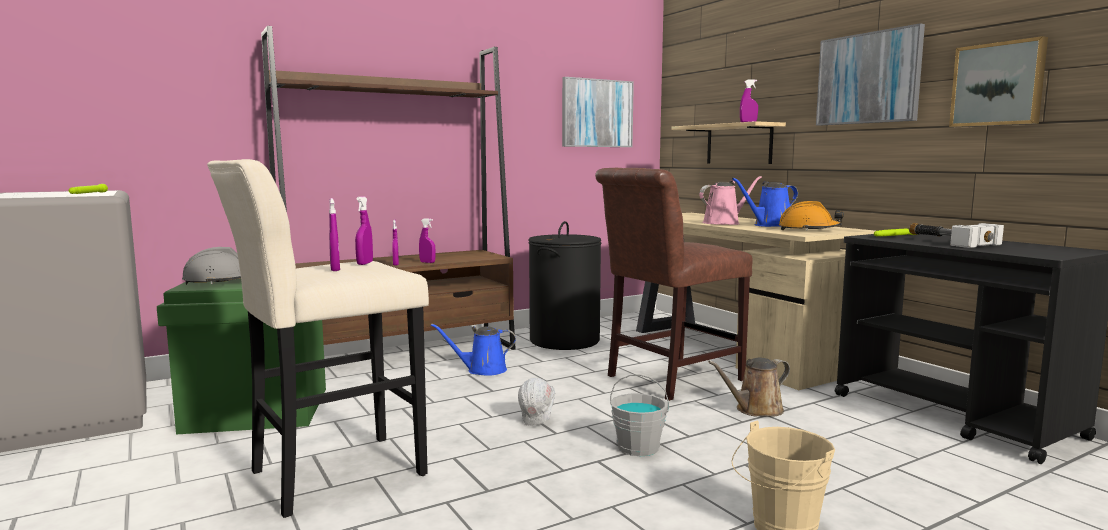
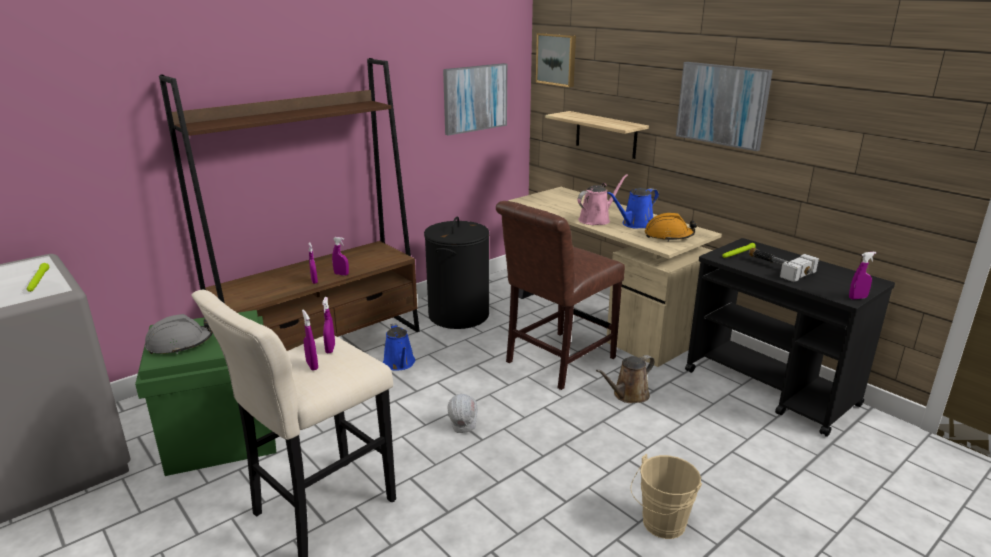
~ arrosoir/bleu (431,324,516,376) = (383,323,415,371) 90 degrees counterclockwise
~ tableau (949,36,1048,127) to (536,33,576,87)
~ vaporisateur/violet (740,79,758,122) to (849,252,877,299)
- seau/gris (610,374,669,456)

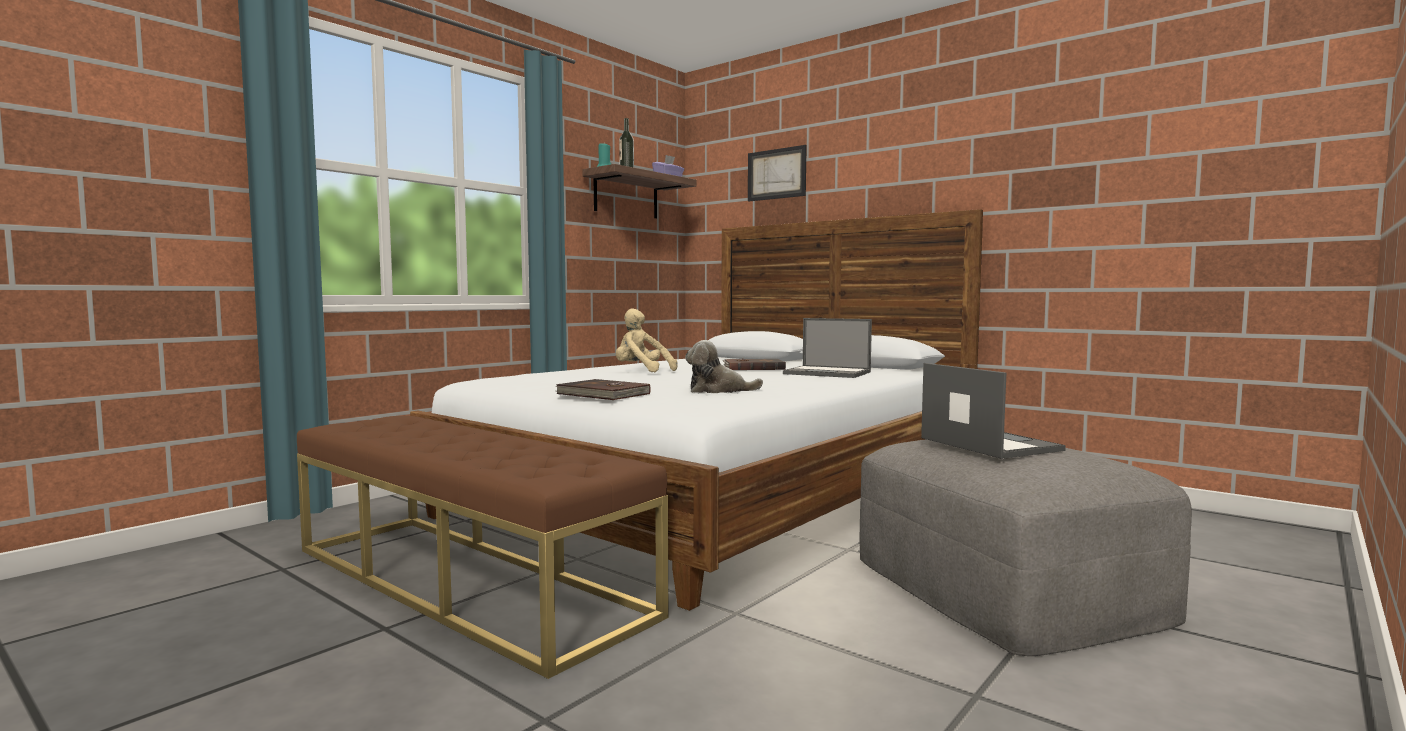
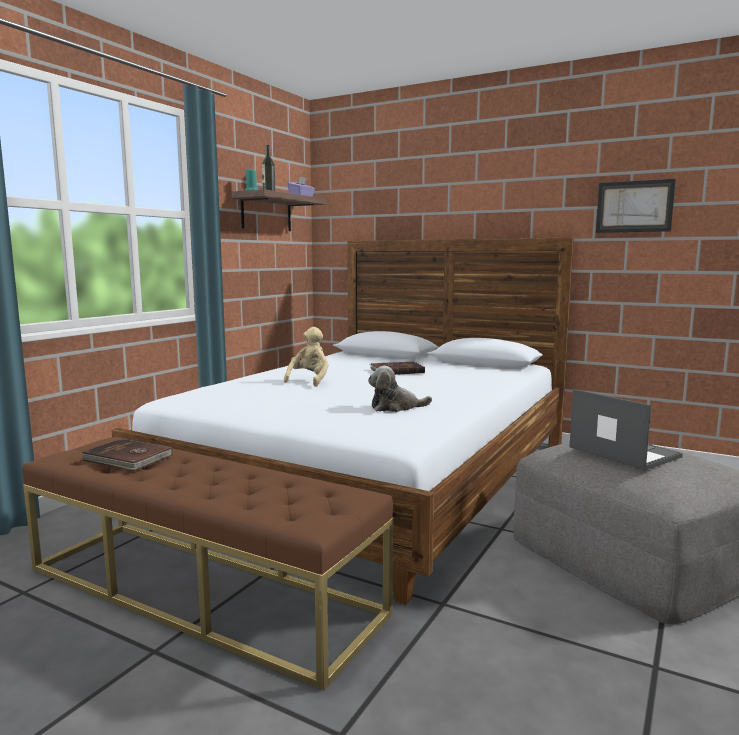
~ livre/marron (556,379,651,400) to (82,438,173,471)
~ peluche/beige (616,308,678,372) = (284,327,329,387) 90 degrees clockwise
~ tableau (748,145,807,201) to (596,179,676,233)
- ordinateur portable (783,318,872,378)

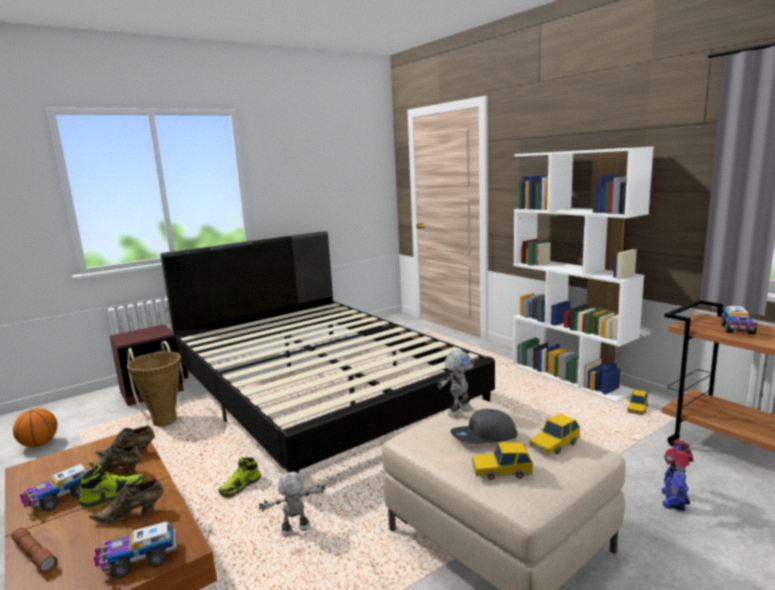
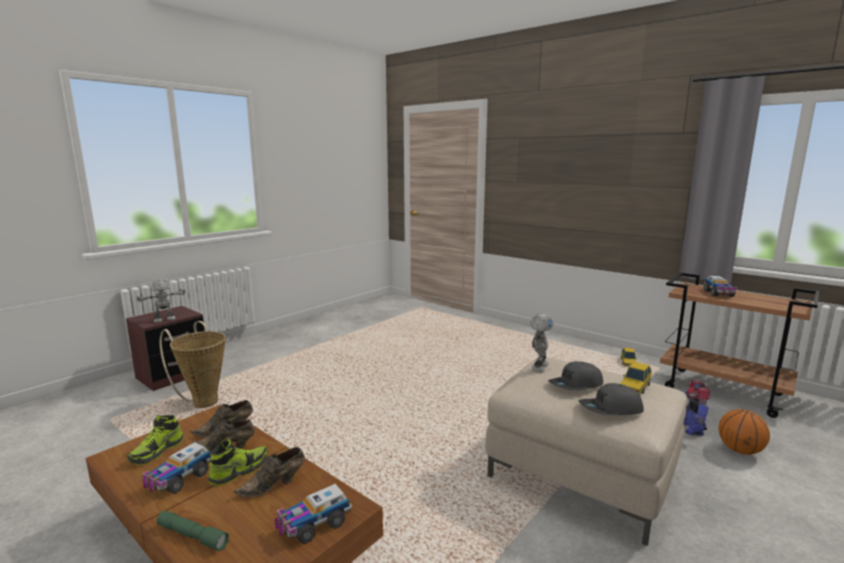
~ chaussure (218,457,261,498) to (127,415,184,465)
~ robot jouet (259,471,325,537) to (136,279,186,323)
~ lampe de poche/marron (12,527,58,574) to lampe de poche/vert (156,511,229,551)
~ petite voiture (472,442,533,480) to casquette/gris (579,383,644,415)
~ ballon de basket (13,408,58,447) to (718,409,770,455)
- lit/noir (160,231,495,474)
- bibliothèque/blanc (513,146,654,402)

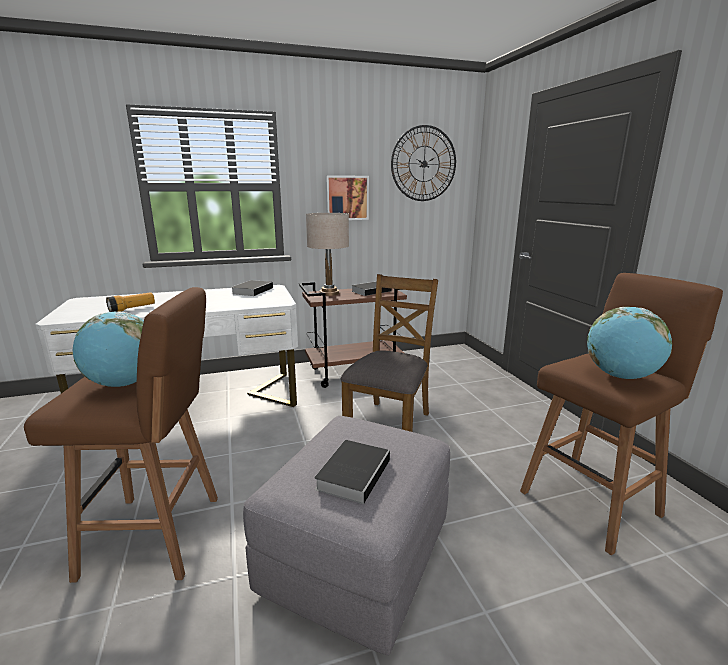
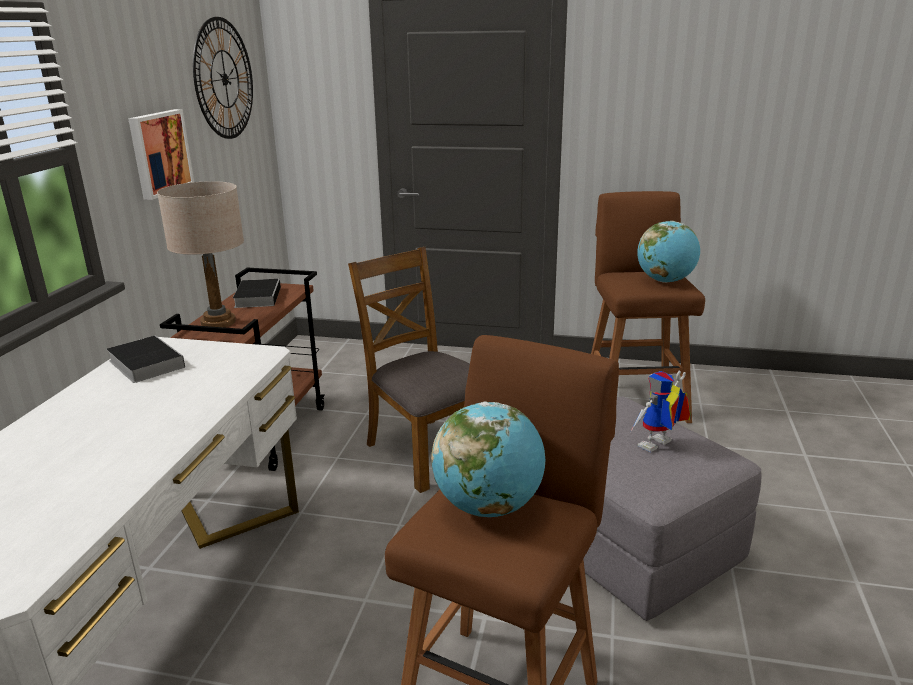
~ livre (314,440,391,504) to robot jouet (631,371,691,452)
- lampe de poche (106,292,155,312)

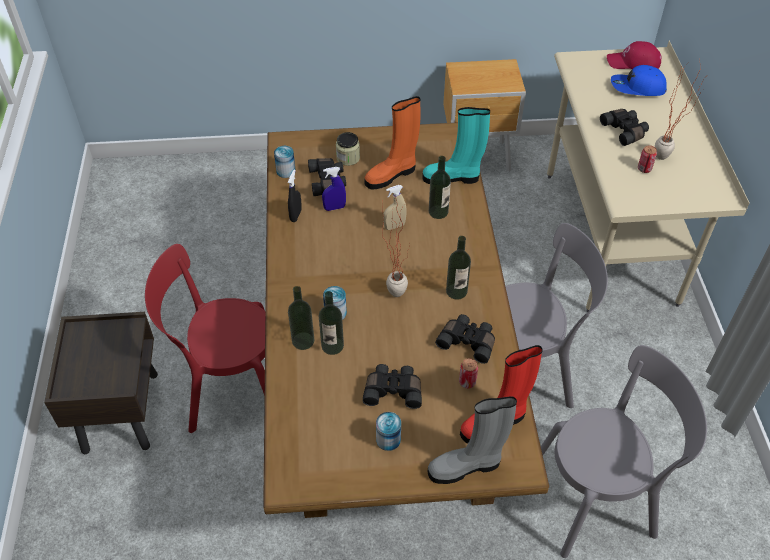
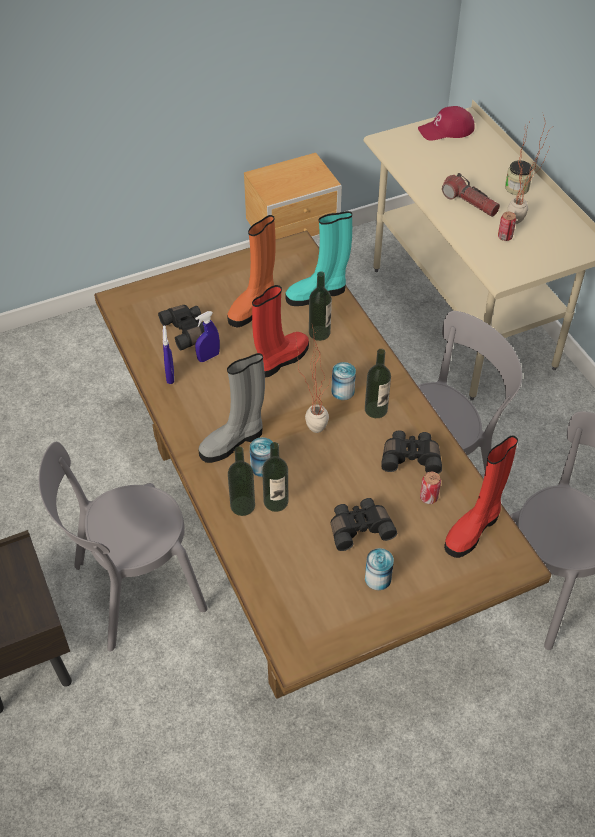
~ chaise/rouge (145,244,265,433) to chaise/gris (39,442,208,652)
~ vaporisateur/noir (288,169,302,222) to vaporisateur/bleu (163,325,174,384)
~ botte/gris (428,396,517,484) to (198,353,265,463)
~ vaporisateur/beige (383,185,407,230) to botte/rouge (252,285,309,378)
~ boîte métallique (274,146,296,178) to (331,362,356,400)
~ jumelles/noir (600,109,649,146) to lampe de poche (442,173,500,217)
~ bocal (336,132,360,166) to (505,160,533,195)
- casquette/bleu (611,65,667,96)

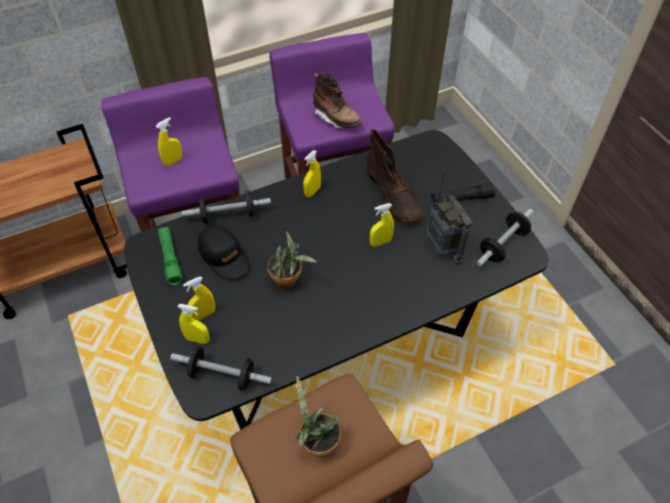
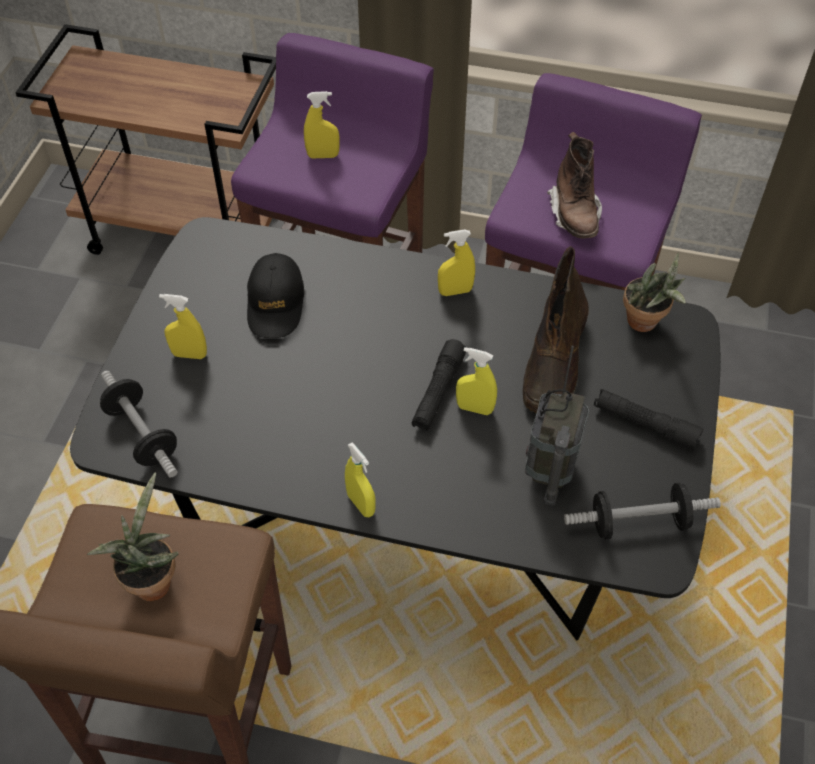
~ vaporisateur/jaune (178,304,210,344) to (345,443,376,517)
+ lampe de poche/noir (411,339,466,431)
~ plante en pot (268,231,317,289) to (623,253,686,332)
- lampe de poche/vert (158,226,183,286)
- haltère (182,191,271,224)

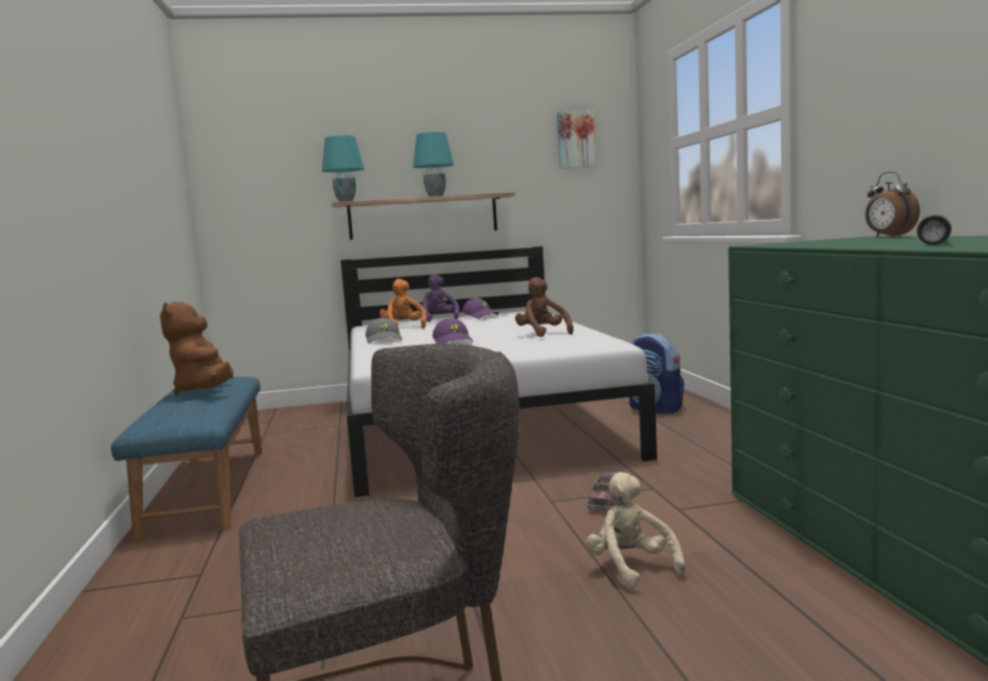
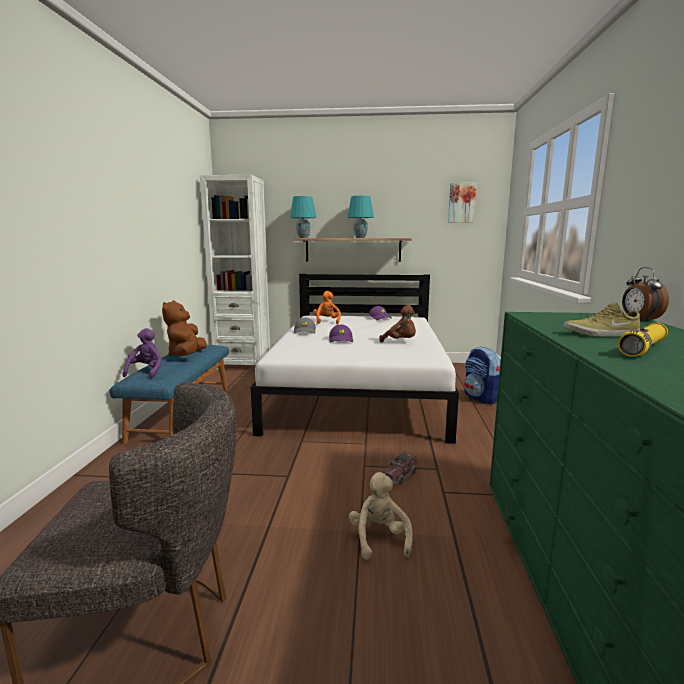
~ peluche/violet (416,274,459,322) to (123,328,162,378)
+ bibliothèque/blanc (200,175,270,369)
~ peluche/marron (515,277,574,337) = (379,305,416,342) 135 degrees clockwise
+ chaussure/beige (563,302,640,337)
~ lampe de poche/noir (917,215,951,245) to lampe de poche/jaune (618,322,668,357)

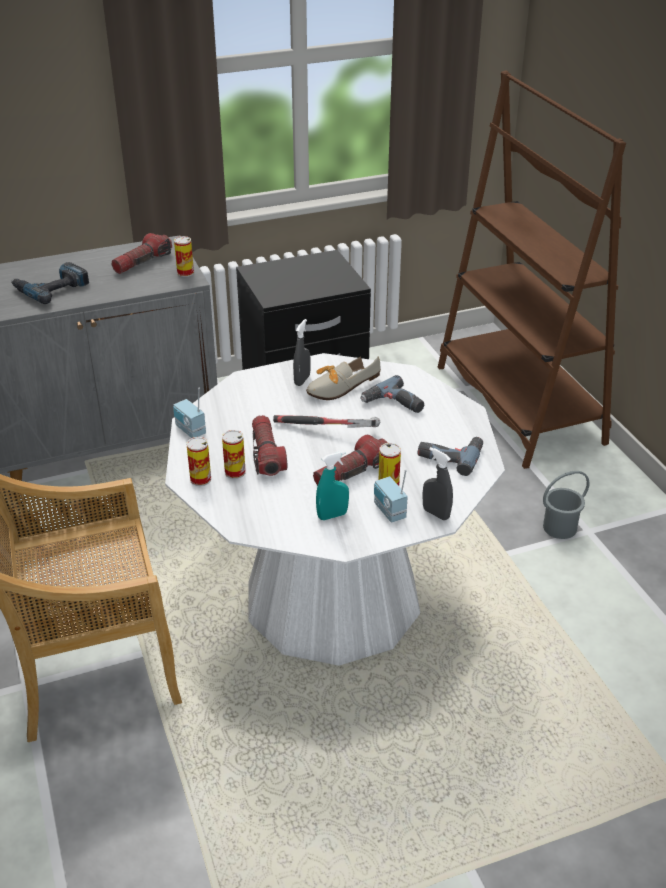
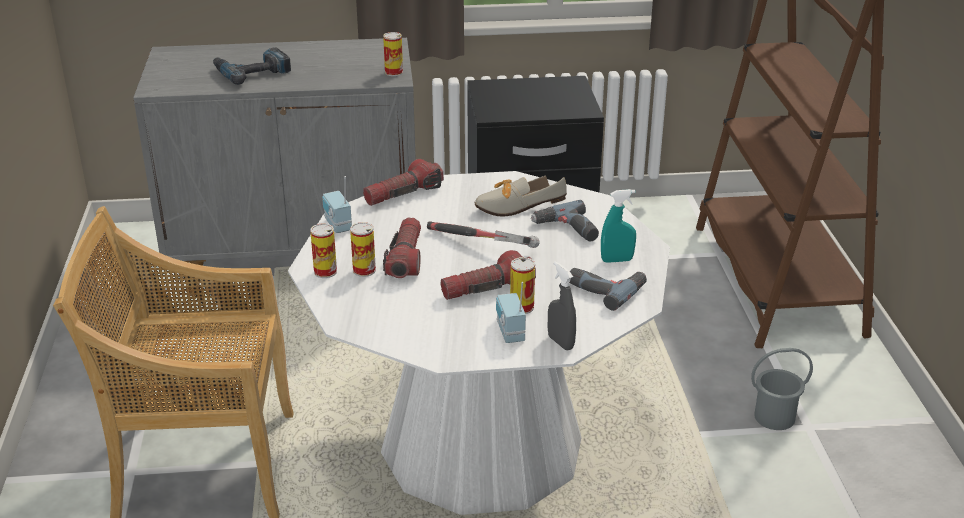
~ lampe de poche (111,233,172,274) to (363,159,444,206)
~ vaporisateur/turquoise (316,451,349,520) to (601,189,636,263)
- vaporisateur/gris (293,319,311,386)

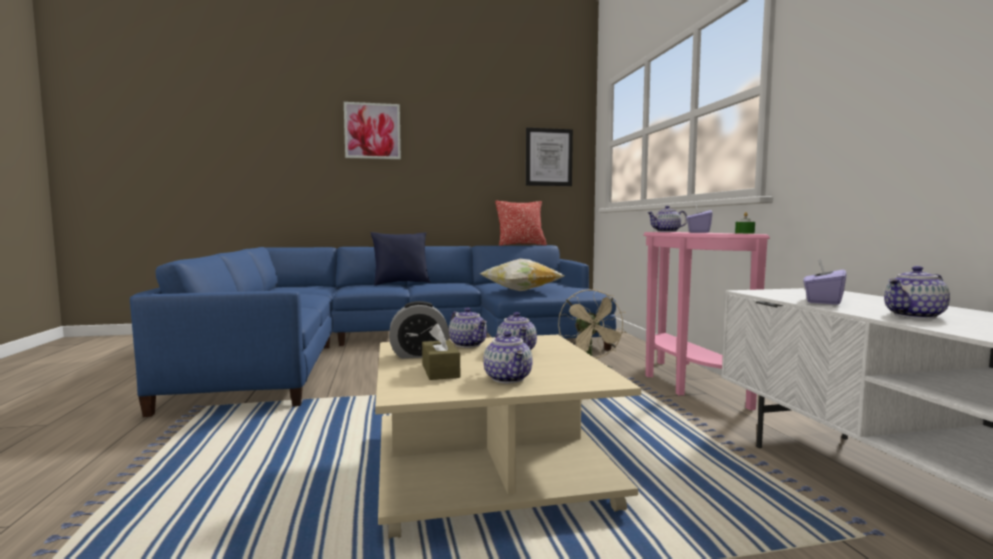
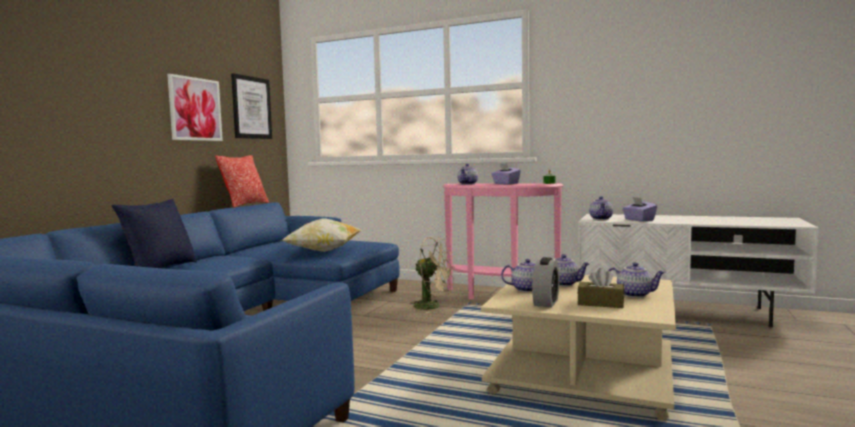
~ tableau (344,102,401,159) to (167,74,223,141)
~ théière (884,266,950,319) to (589,196,613,220)

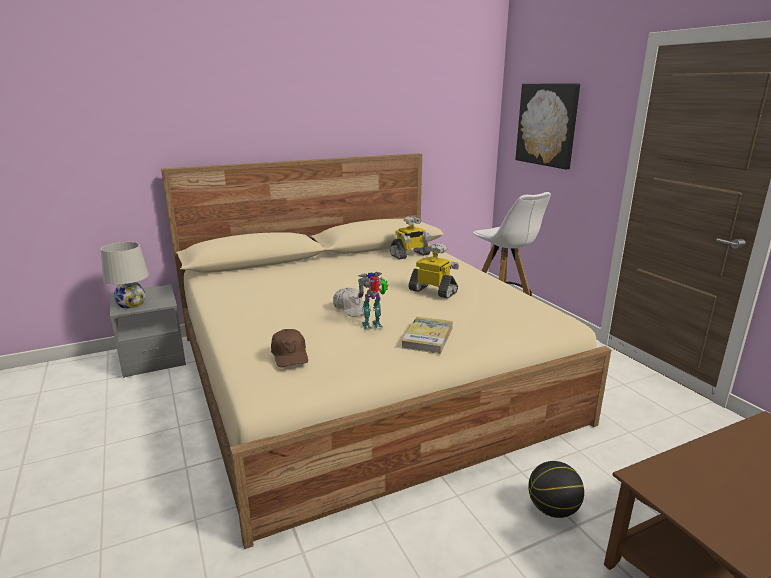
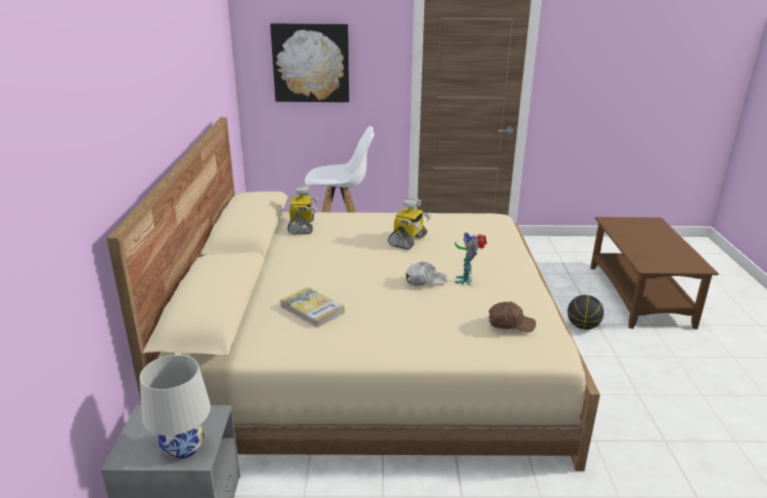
~ livre (401,317,453,354) to (280,287,345,328)
~ robot jouet (409,243,459,299) = (388,198,431,250) 150 degrees clockwise

